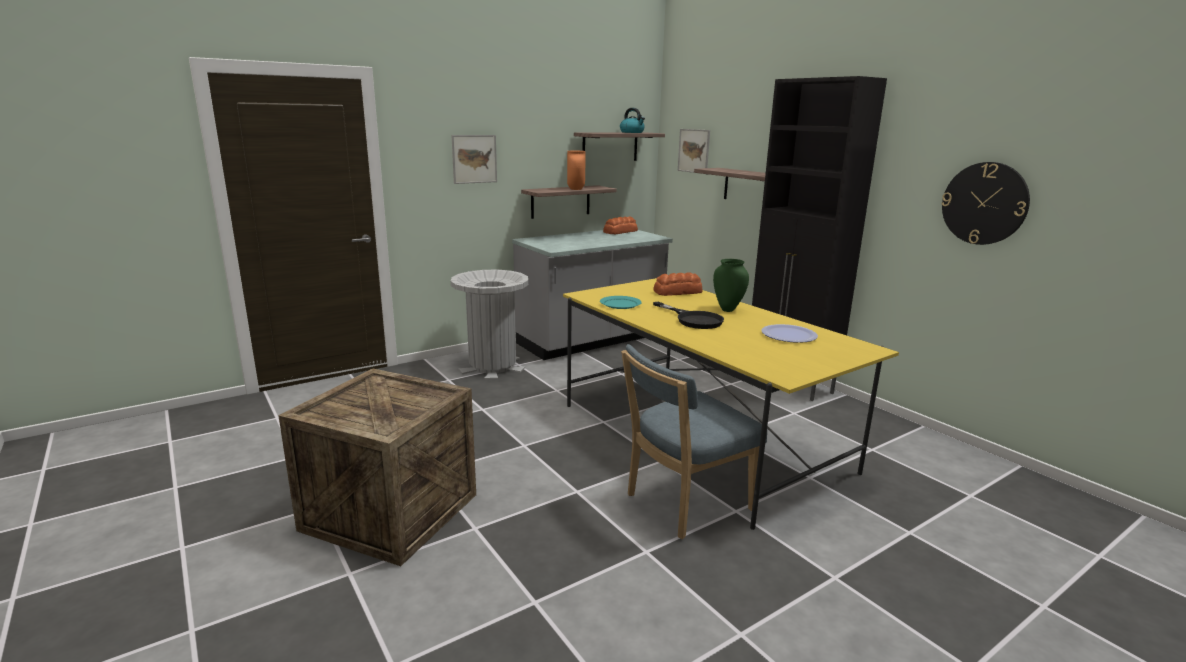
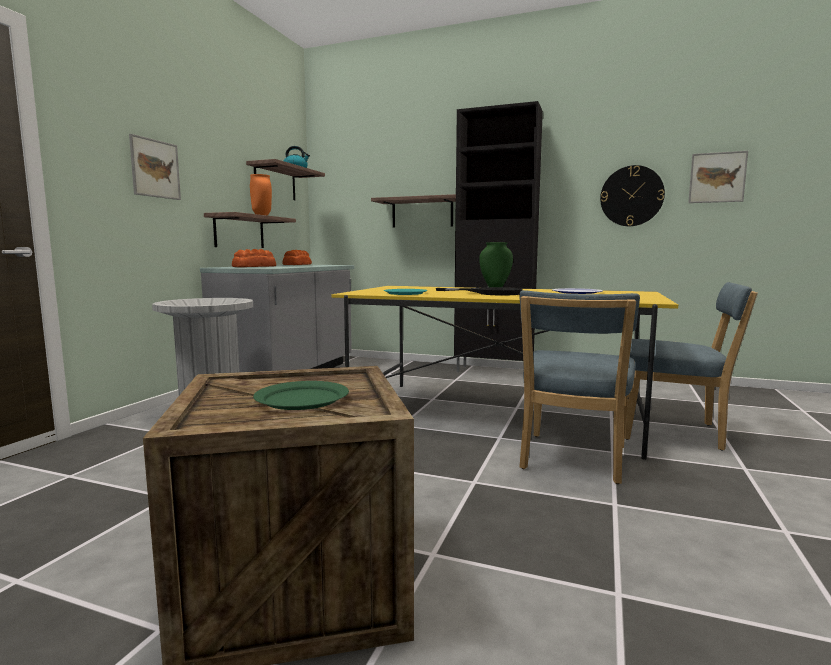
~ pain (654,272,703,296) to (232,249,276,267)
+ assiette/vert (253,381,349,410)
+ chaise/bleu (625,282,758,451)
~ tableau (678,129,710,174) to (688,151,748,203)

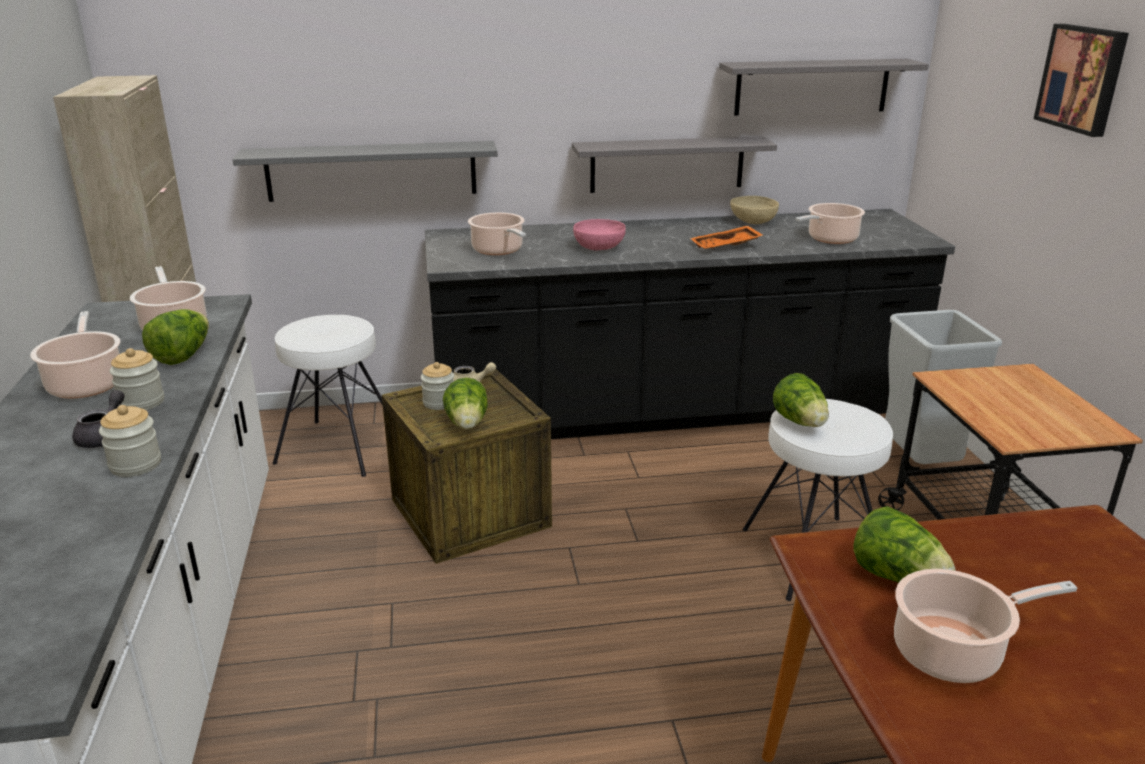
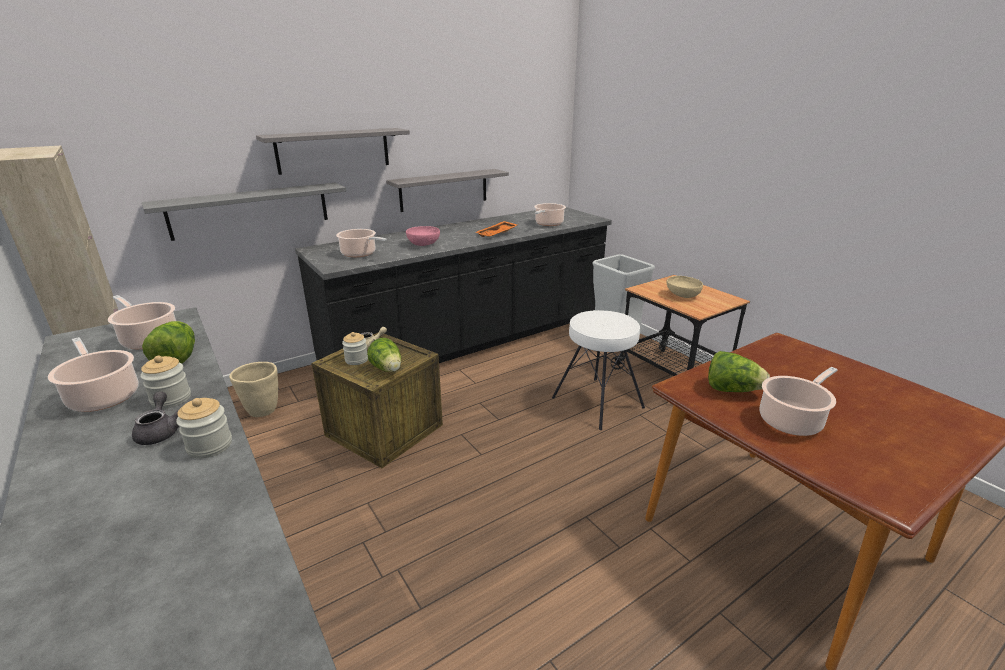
~ tabouret/blanc (273,315,383,477) to cache-pot/beige (229,362,278,417)
~ étagère/gris (719,59,929,116) to (256,128,410,175)
~ bol/beige (730,196,779,224) to (666,276,703,298)
- laitue (773,373,829,427)
- tableau (1034,24,1129,137)

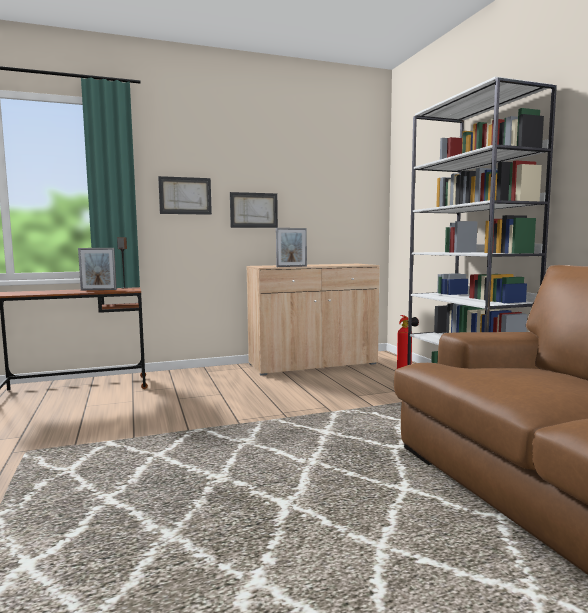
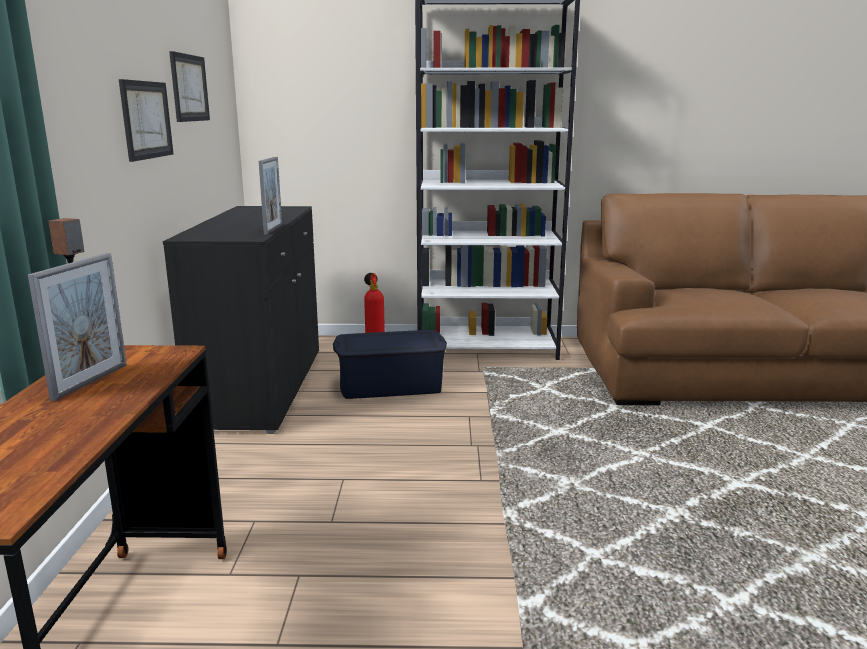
~ meuble de rangement/beige (246,264,380,376) to meuble de rangement/noir (163,206,319,434)
~ tableau (158,176,212,215) to (169,51,210,122)
+ boîte de rangement/bleu (333,330,447,399)

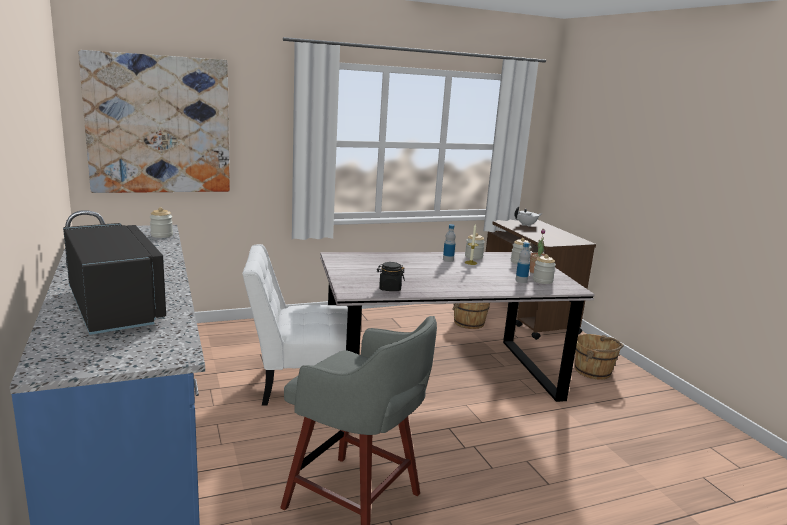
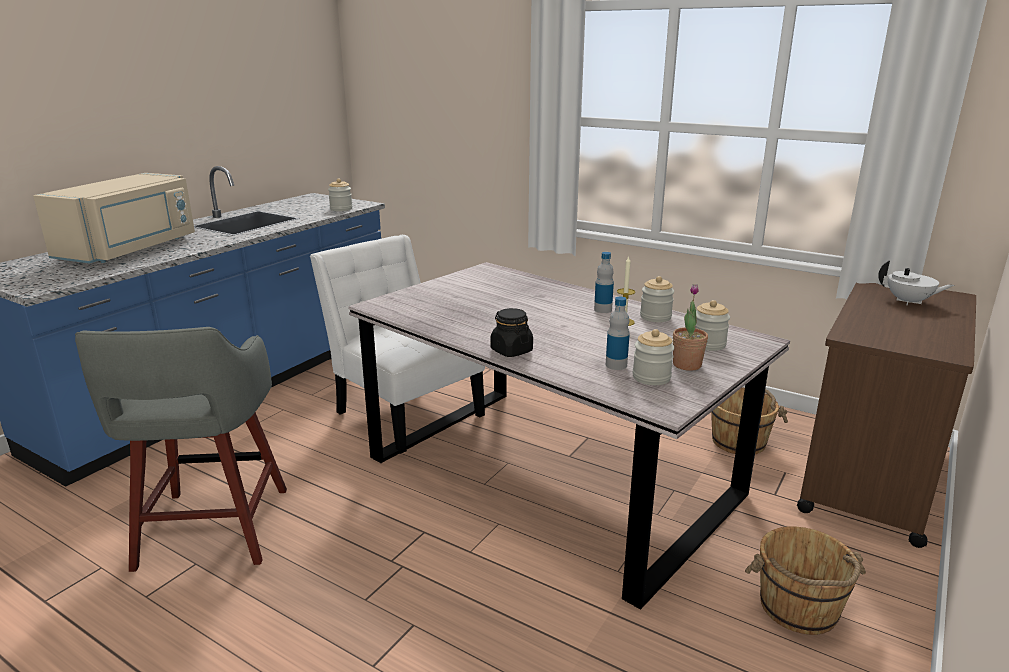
~ micro-ondes/noir (63,223,166,335) to micro-ondes/beige (33,173,195,263)
~ bocal/noir (377,262,405,291) to (490,308,533,357)
- tableau (78,50,230,193)

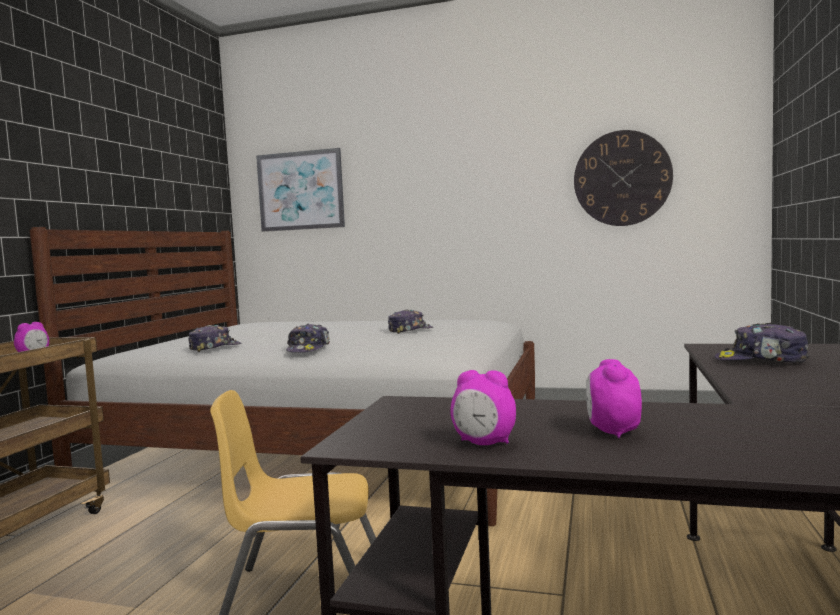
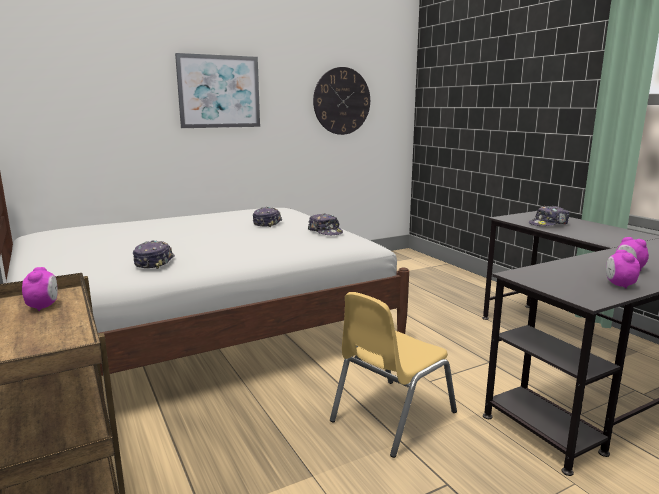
~ tableau (256,148,345,232) to (175,53,260,128)
~ casquette (286,323,330,352) to (308,213,343,235)
~ réveil (450,370,516,445) = (606,250,640,289) 120 degrees clockwise

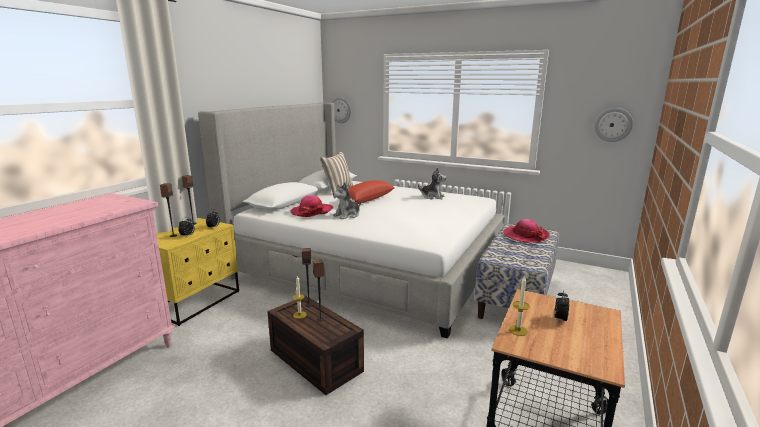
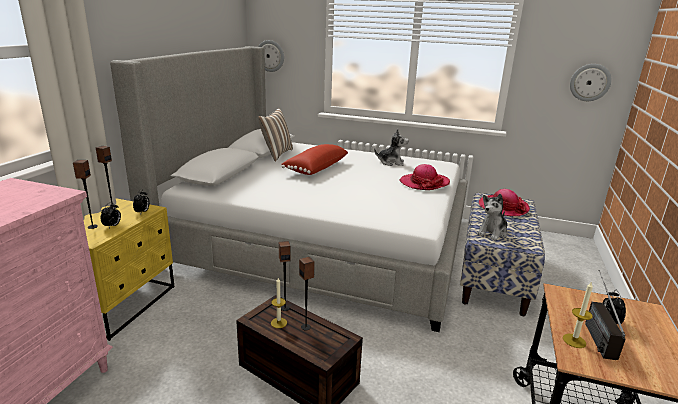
~ chapeau (290,195,333,217) to (400,164,450,190)
~ peluche (333,183,362,219) to (477,194,508,241)
+ radio (585,270,626,360)

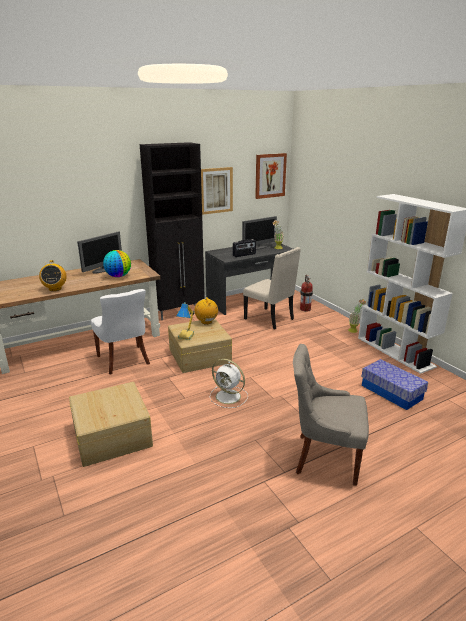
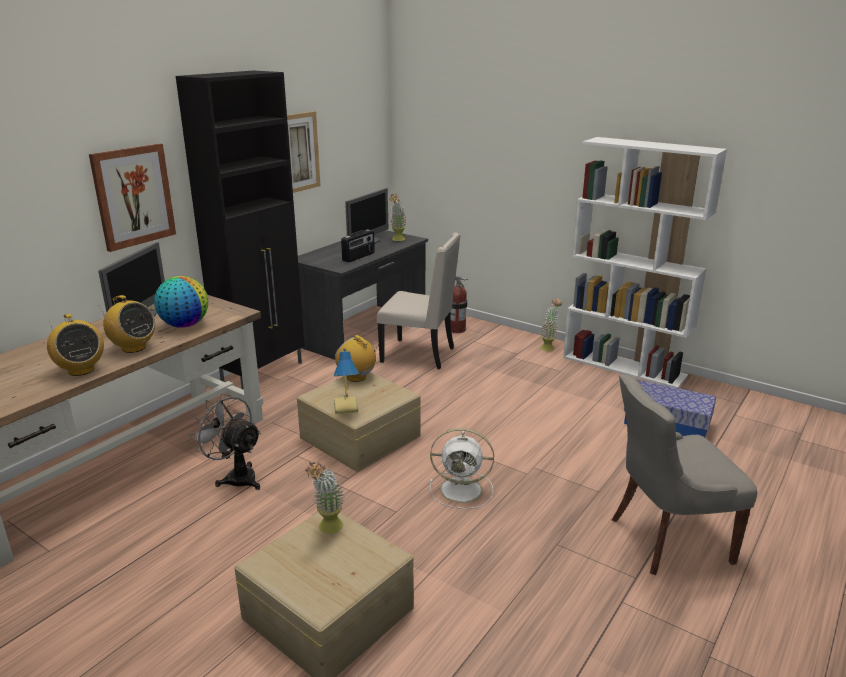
~ tableau (255,153,287,199) to (89,143,176,252)
+ radio (99,295,155,353)
~ chaise/blanc (91,289,150,374) to ventilateur/gris (190,393,261,490)
+ plante en pot (305,461,345,534)

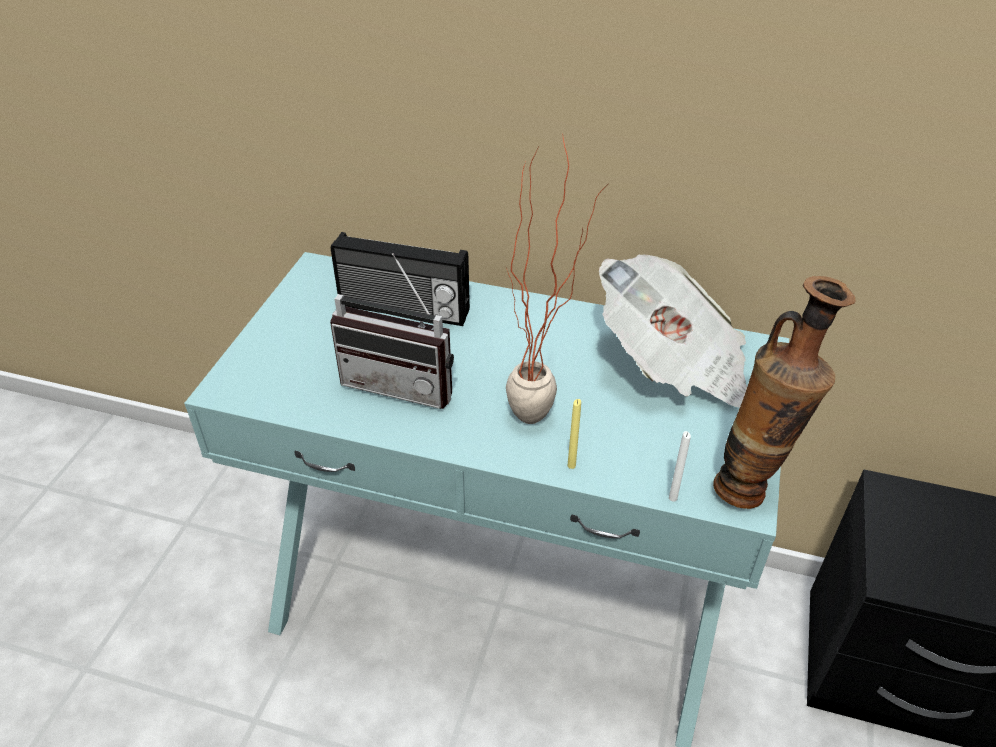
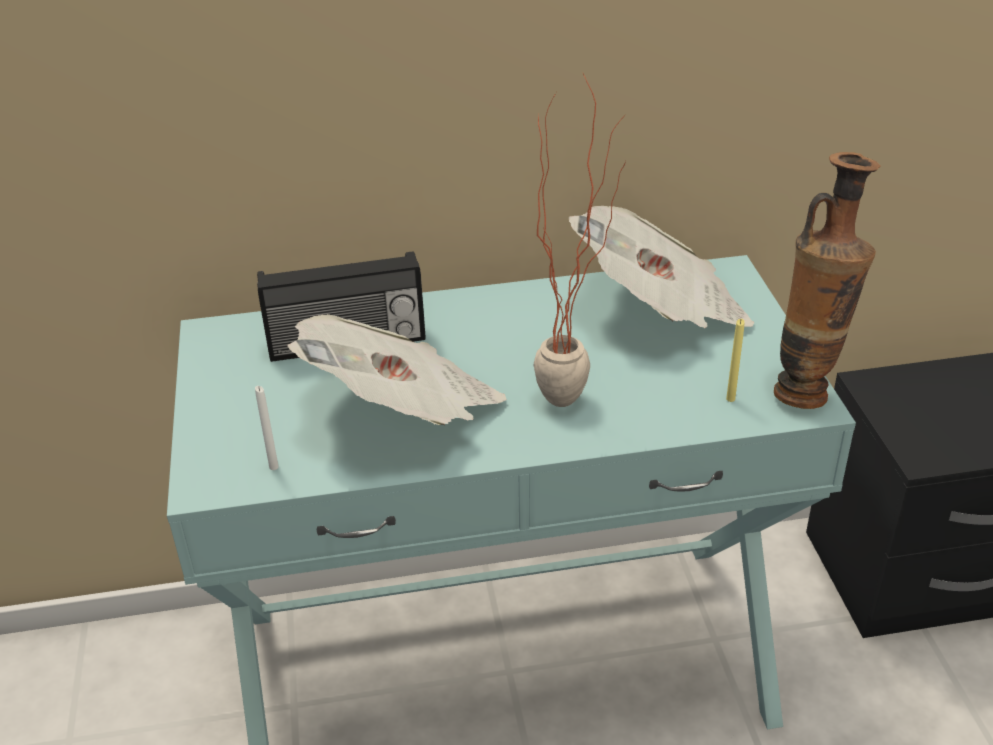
~ bougie/blanc (669,431,691,502) to (255,386,279,470)
~ radio (330,253,454,409) to journal (287,314,506,425)
~ bougie/jaune (568,399,581,469) to (726,319,745,402)

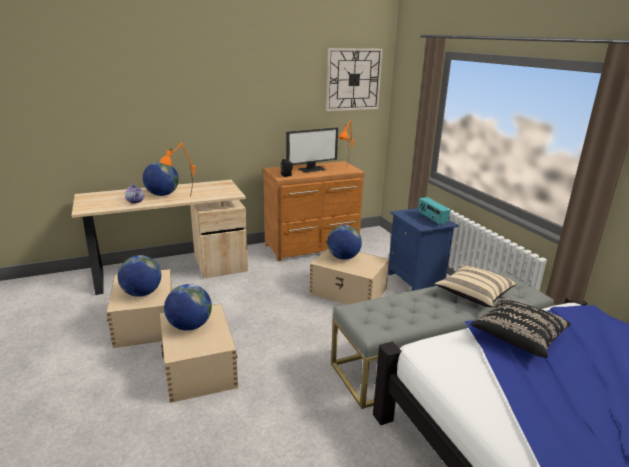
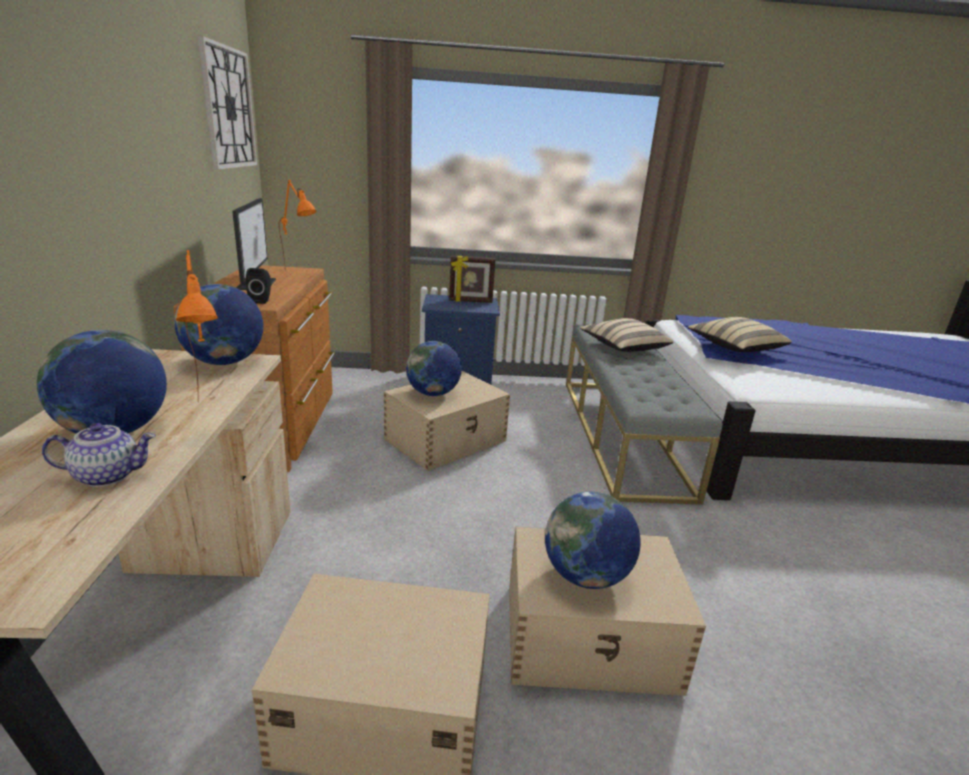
~ globe (118,255,161,297) to (174,284,263,365)
~ radio (418,197,451,226) to cadre photo (449,255,495,303)
~ coussin/noir (470,297,571,358) to coussin/beige (688,317,792,352)

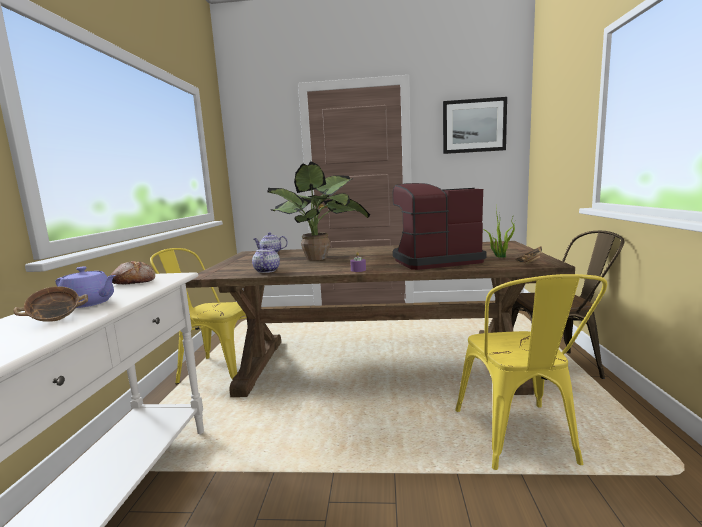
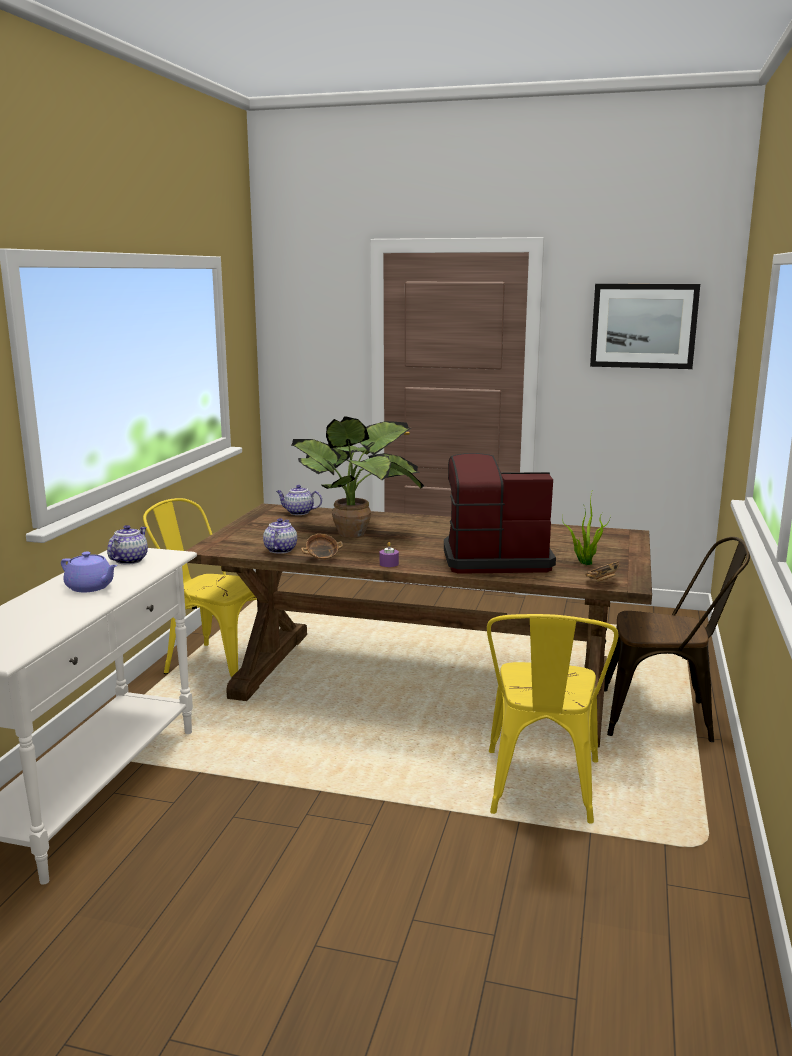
~ pain (111,261,155,284) to théière (107,525,148,565)
~ bol (13,286,88,322) to (301,534,343,560)

